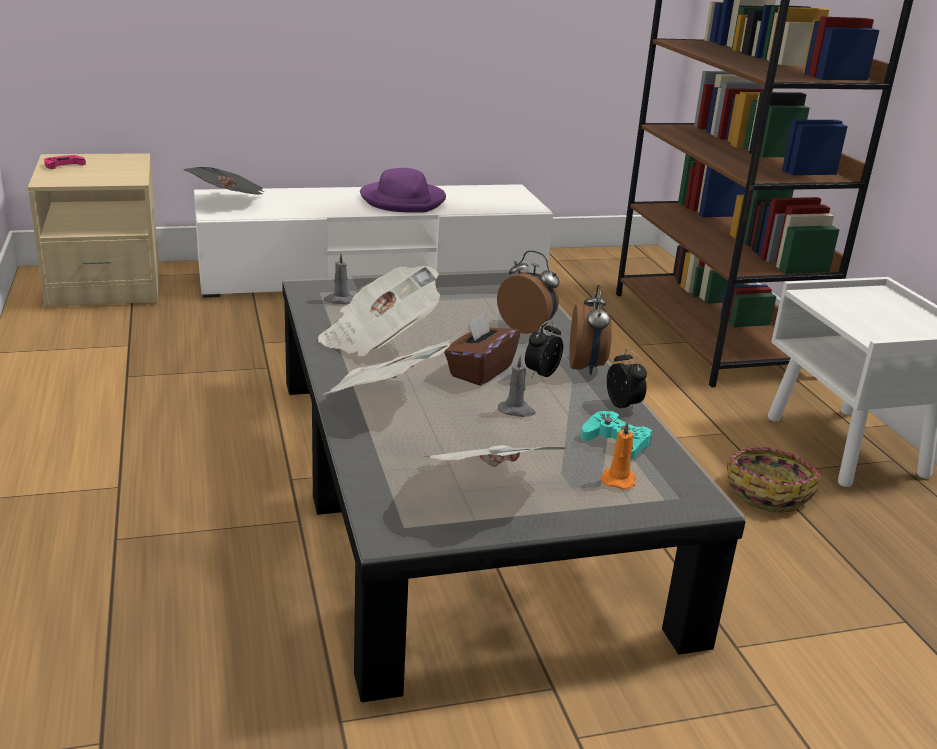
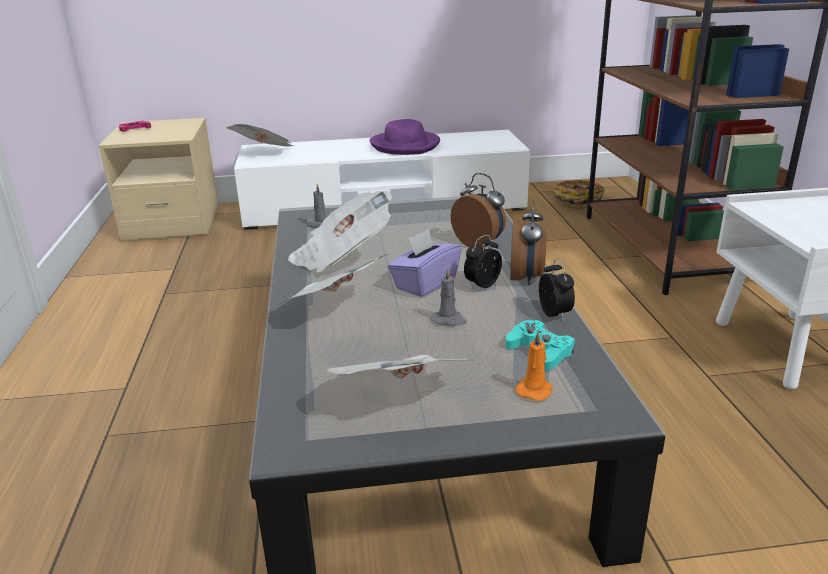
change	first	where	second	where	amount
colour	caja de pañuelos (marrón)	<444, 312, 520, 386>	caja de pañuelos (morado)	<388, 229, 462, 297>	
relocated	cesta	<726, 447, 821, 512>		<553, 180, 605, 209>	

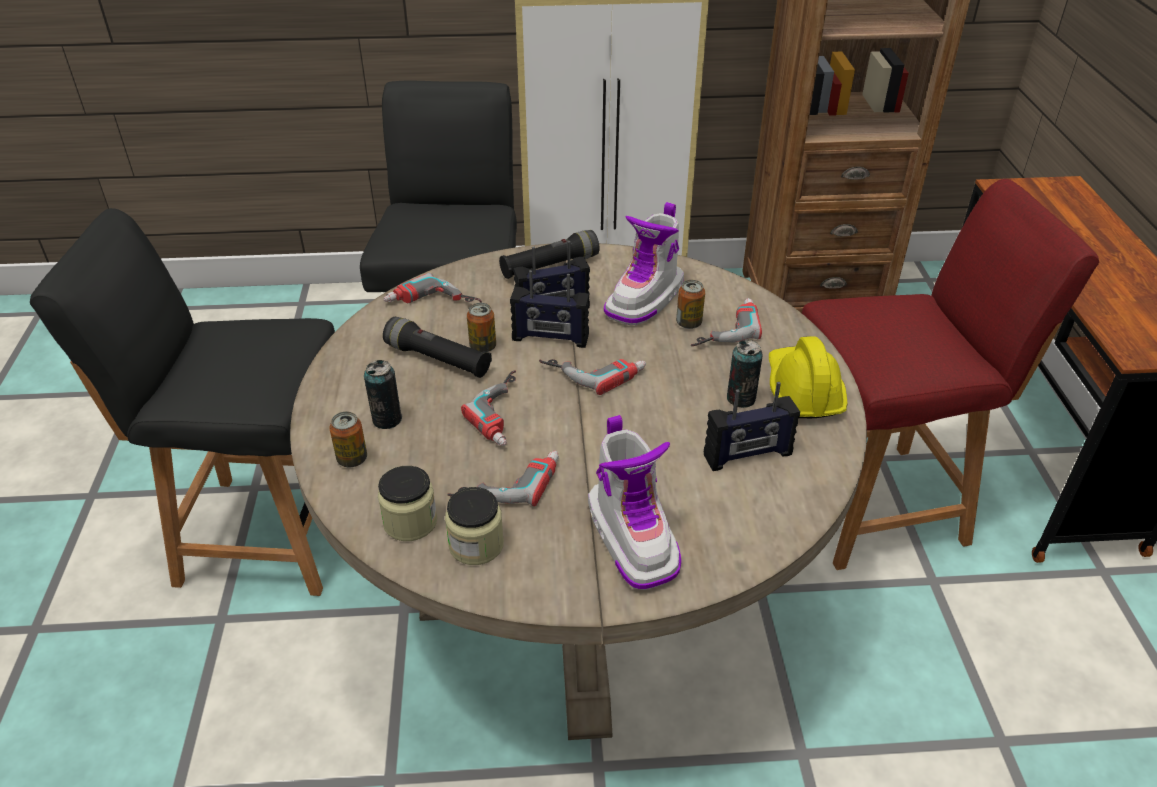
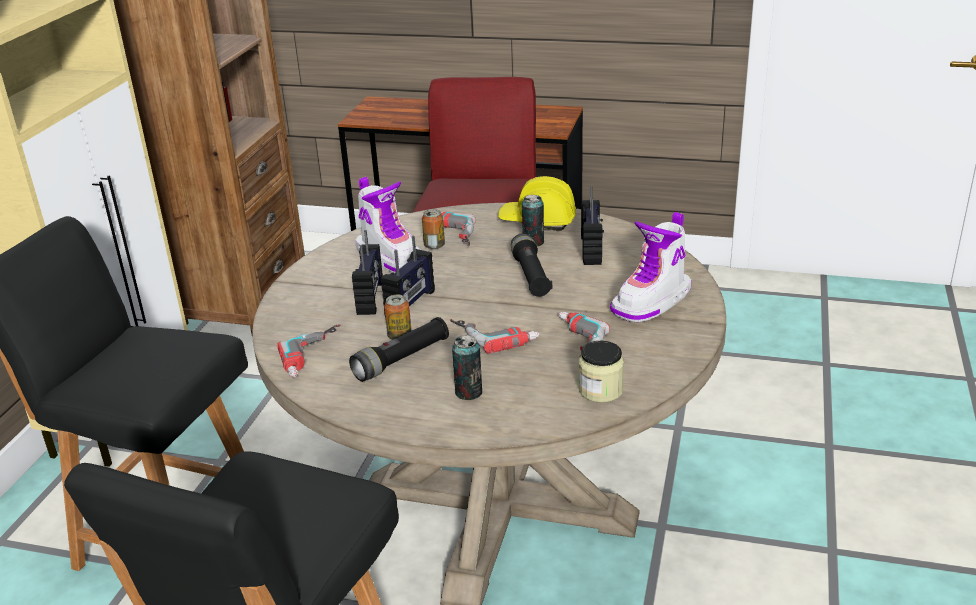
change	first	where	second	where	amount
missing	lata	<329, 412, 367, 468>			
missing	tarro	<445, 487, 504, 565>			
relocated	linterna (negro)	<499, 230, 600, 279>		<511, 233, 552, 297>	
missing	taladro	<539, 359, 646, 395>			
spun	bota	<588, 415, 681, 590>		<610, 212, 691, 322>	135 degrees clockwise

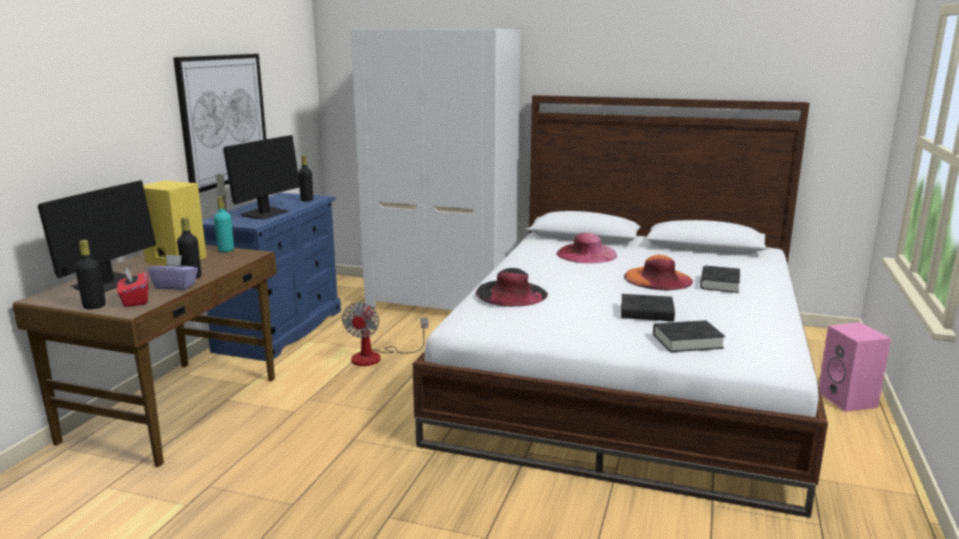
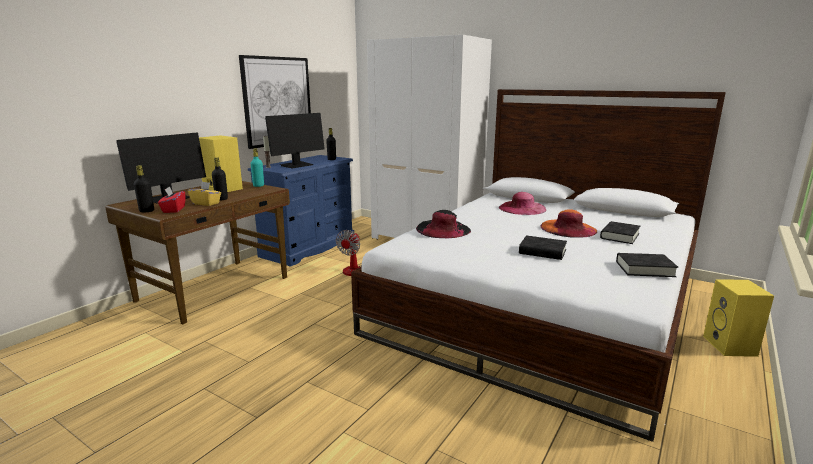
change	first	where	second	where	amount
colour	caja de pañuelos (morado)	<148, 254, 198, 290>	caja de pañuelos (amarillo)	<188, 182, 221, 206>	
relocated	libro (negro)	<653, 320, 725, 352>		<616, 253, 678, 277>	
colour	altavoz (rosa)	<819, 322, 891, 412>	altavoz (amarillo)	<703, 279, 774, 357>	

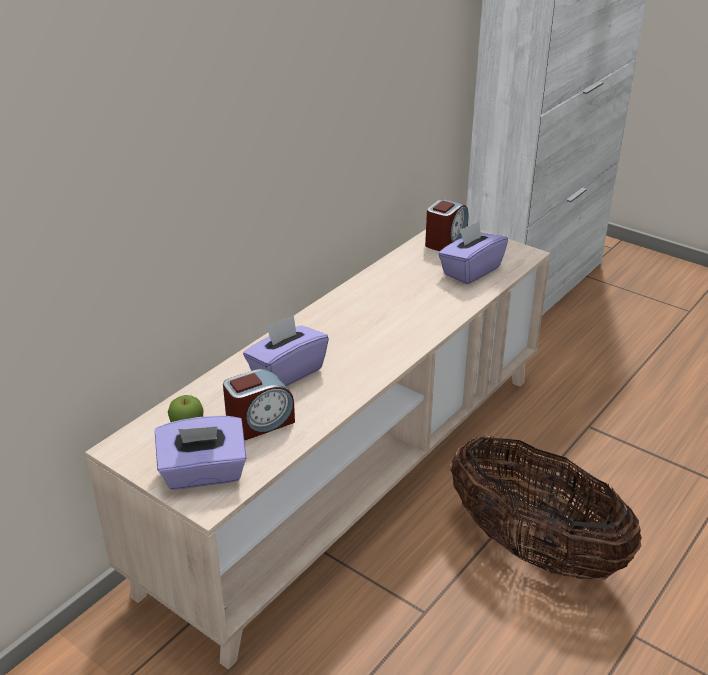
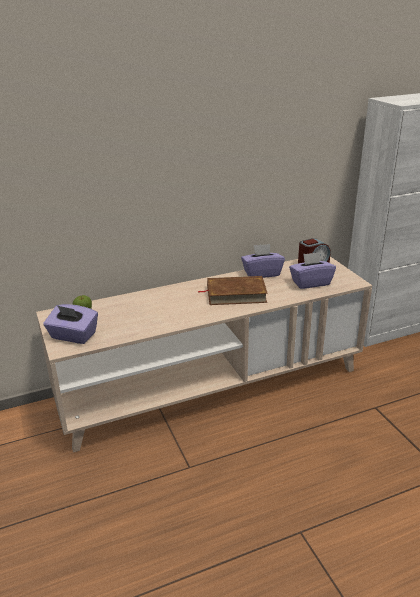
change	first	where	second	where	amount
missing	despertador	<223, 369, 295, 441>			
relocated	caja de pañuelos (morado)	<243, 315, 329, 386>		<241, 244, 285, 278>	
missing	cesta	<450, 435, 642, 580>			
appeared			libro (marrón)	<198, 276, 268, 305>	

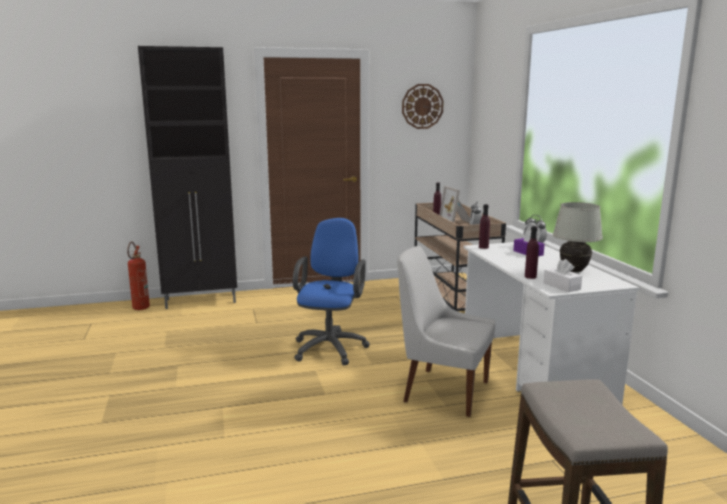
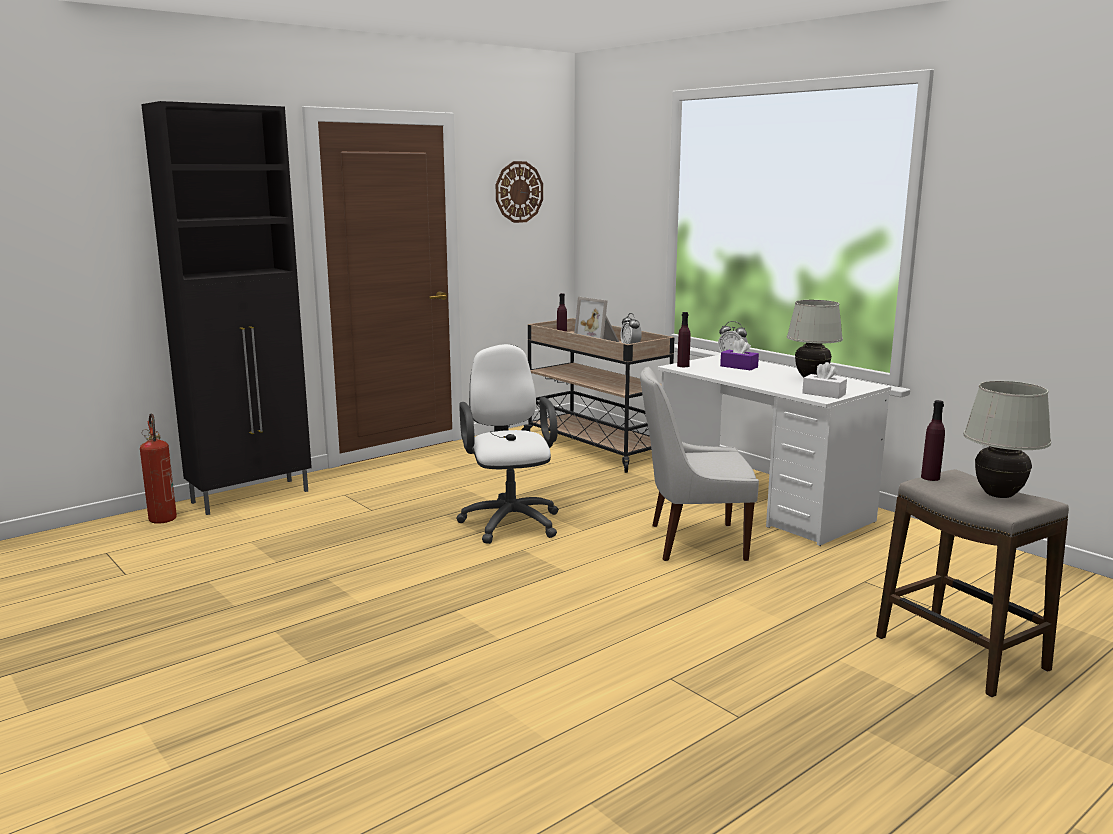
change	first	where	second	where	amount
colour	silla de oficina (azul)	<293, 218, 370, 366>	silla de oficina (blanco)	<456, 344, 559, 544>	
relocated	botella (morado)	<525, 226, 539, 279>		<921, 400, 945, 481>	
appeared			lámpara de mesa (blanco)	<963, 381, 1051, 498>	

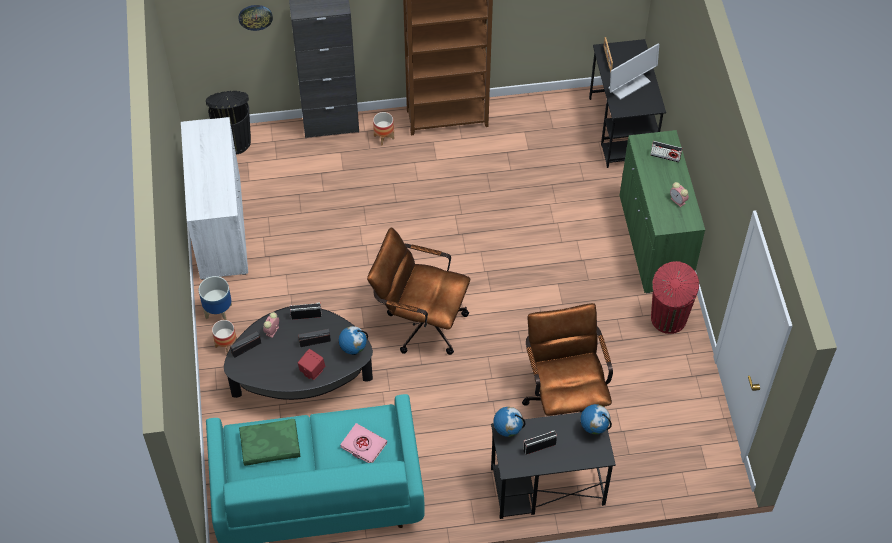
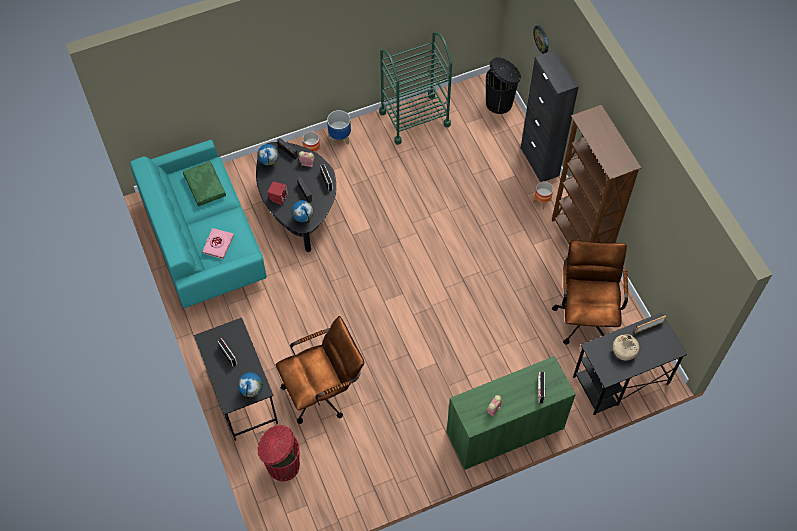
change	first	where	second	where	amount
exchanged	armario (blanco)	<181, 117, 248, 280>	carrito (verde)	<379, 32, 452, 145>	
relocated	silla de oficina (marrón)	<367, 227, 470, 355>		<552, 240, 628, 344>	
relocated	globo terráqueo	<493, 407, 526, 437>		<257, 144, 279, 167>	
exchanged	monitor	<608, 43, 659, 100>	botella (beis)	<613, 334, 639, 361>	
relocated	papelera (rojo)	<651, 261, 699, 334>		<257, 425, 300, 481>	

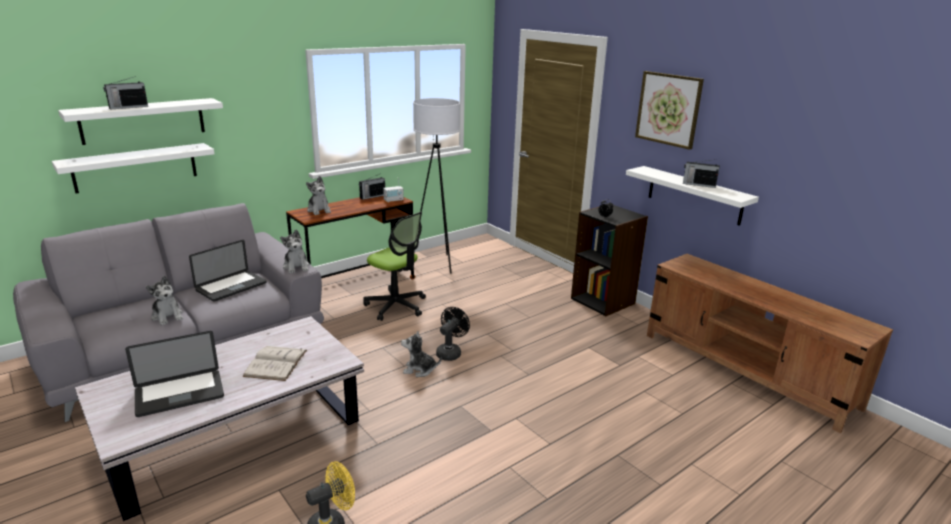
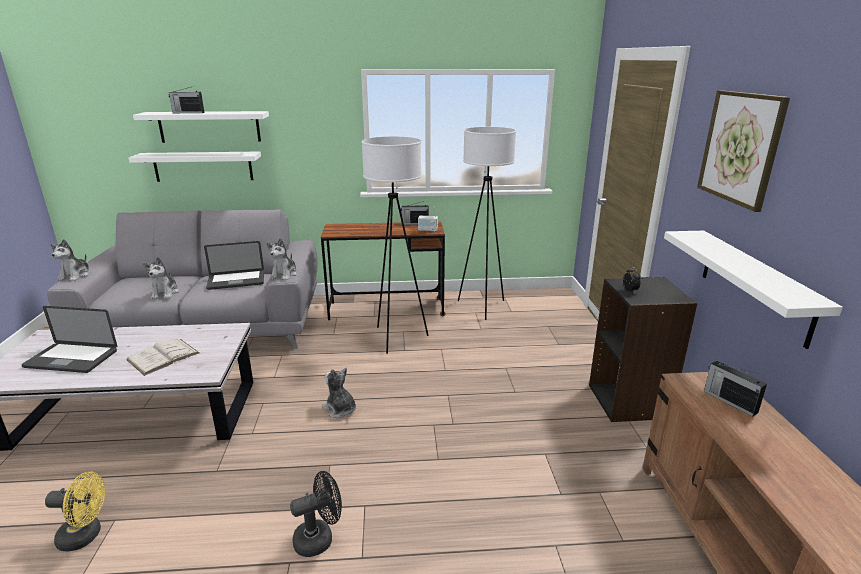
change	first	where	second	where	amount
relocated	peluche	<306, 176, 331, 215>		<51, 239, 90, 281>	
exchanged	silla de oficina	<363, 212, 426, 321>	lámpara de pie (blanco)	<361, 136, 429, 354>	
relocated	ventilador (negro)	<436, 307, 470, 361>		<290, 471, 342, 557>	
relocated	radio	<683, 160, 720, 188>		<704, 361, 767, 417>	

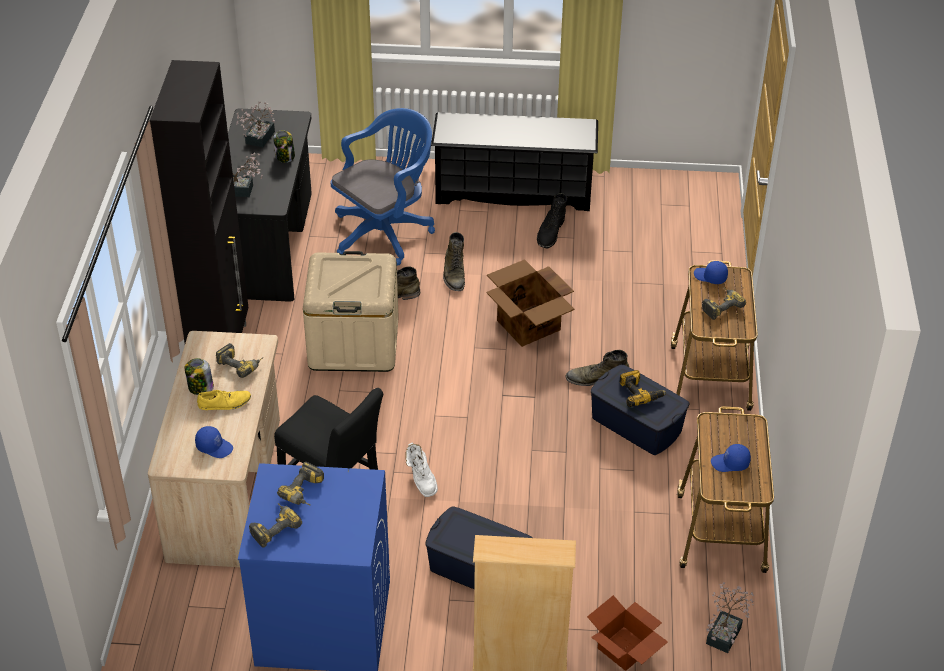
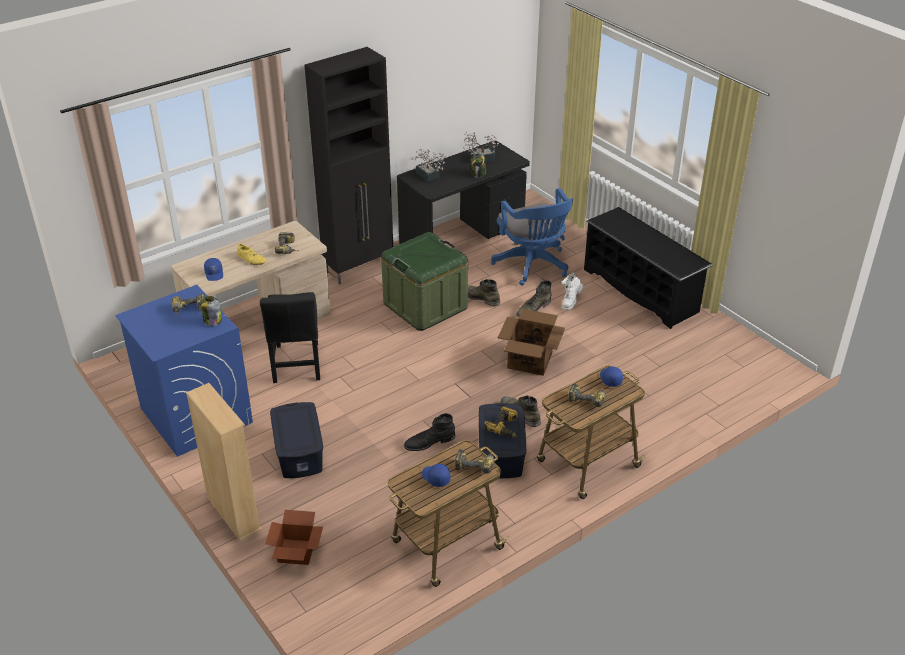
change	first	where	second	where	amount
relocated	tarro	<185, 358, 214, 395>		<201, 296, 222, 326>	
relocated	taladro	<249, 503, 302, 548>		<455, 449, 494, 474>	
colour	caja de almacenaje (beis)	<303, 251, 399, 372>	caja de almacenaje (verde)	<381, 232, 468, 331>	
spun	silla de oficina (azul)	<331, 108, 435, 266>		<490, 188, 573, 286>	60 degrees clockwise
relocated	bota (blanco)	<405, 442, 438, 497>		<561, 273, 583, 310>	
relocated	bota (negro)	<537, 193, 567, 248>		<404, 413, 455, 451>	
missing	planta en maceta	<706, 582, 754, 653>			

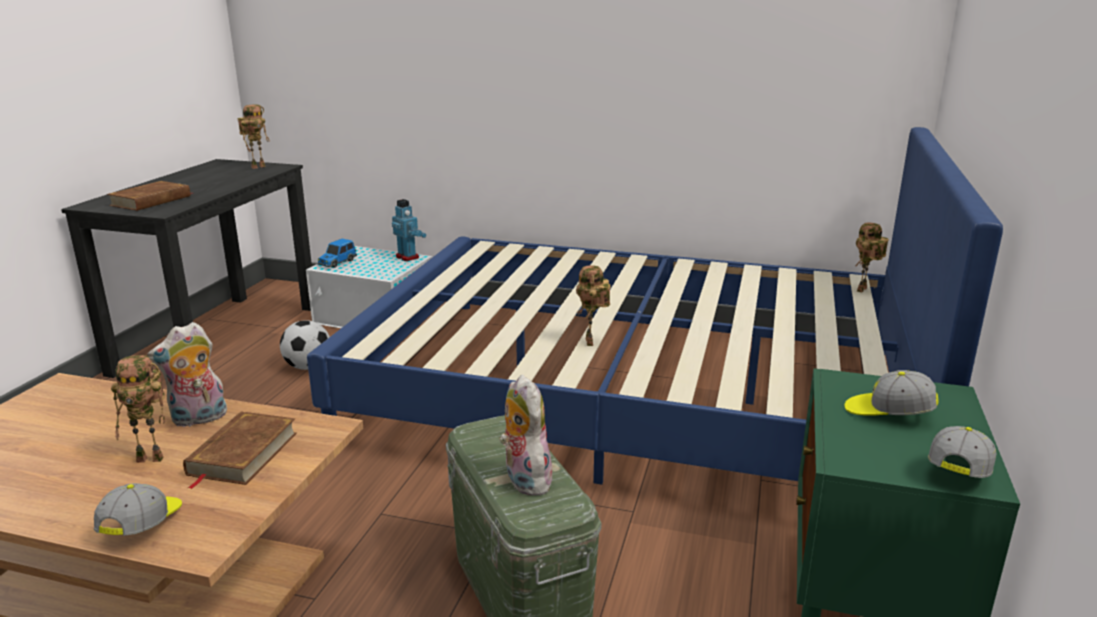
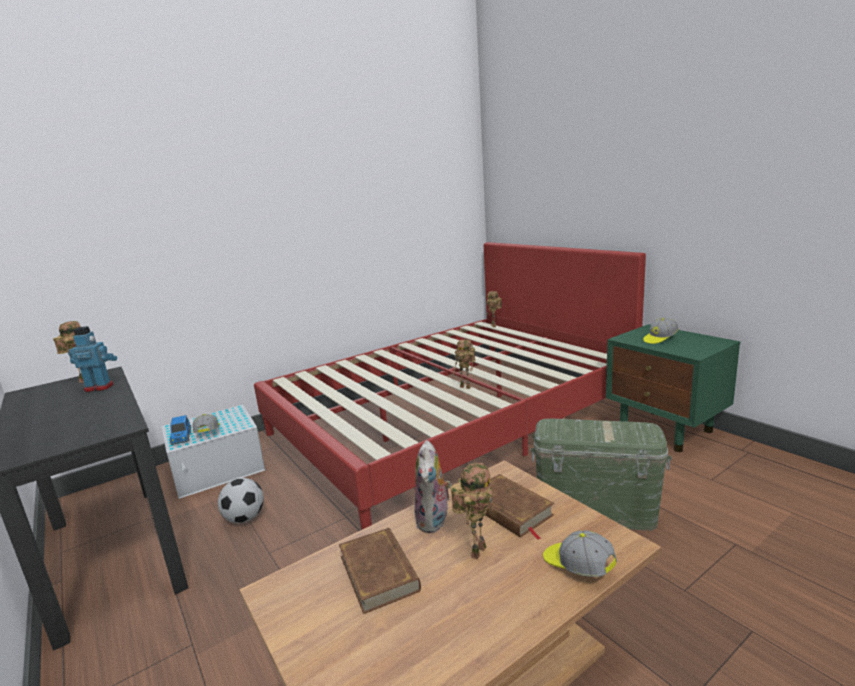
change	first	where	second	where	amount
relocated	libro (marrón)	<107, 181, 192, 211>		<339, 528, 421, 614>	
colour	cama (azul)	<307, 127, 1003, 485>	cama (rojo)	<254, 242, 646, 530>	
relocated	robot de juguete	<392, 199, 426, 261>		<68, 326, 117, 392>	
missing	peluche	<499, 375, 552, 496>			
relocated	gorra	<928, 426, 996, 478>		<193, 414, 220, 433>	

